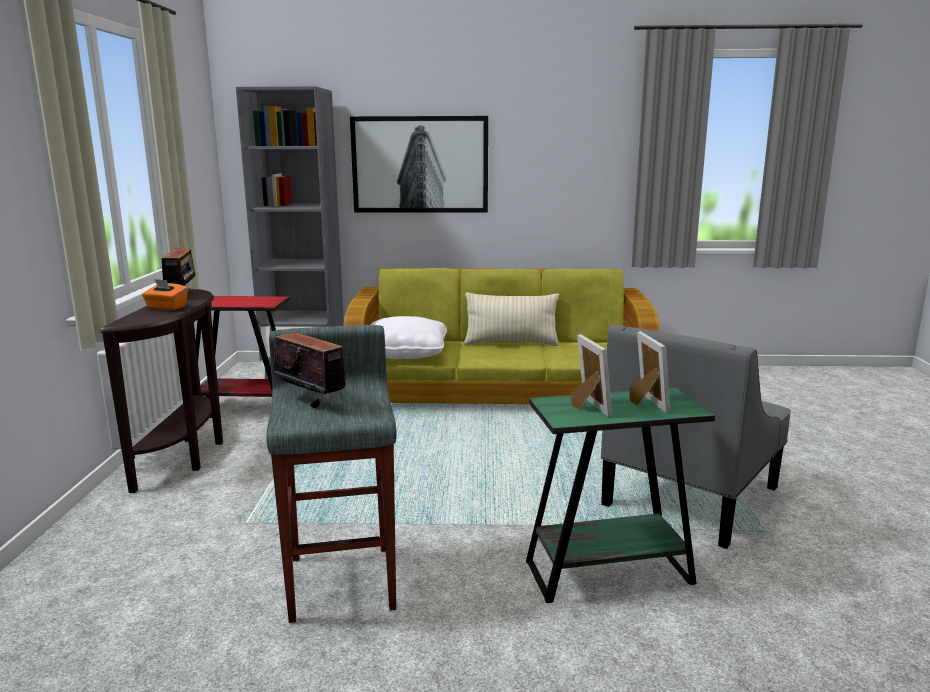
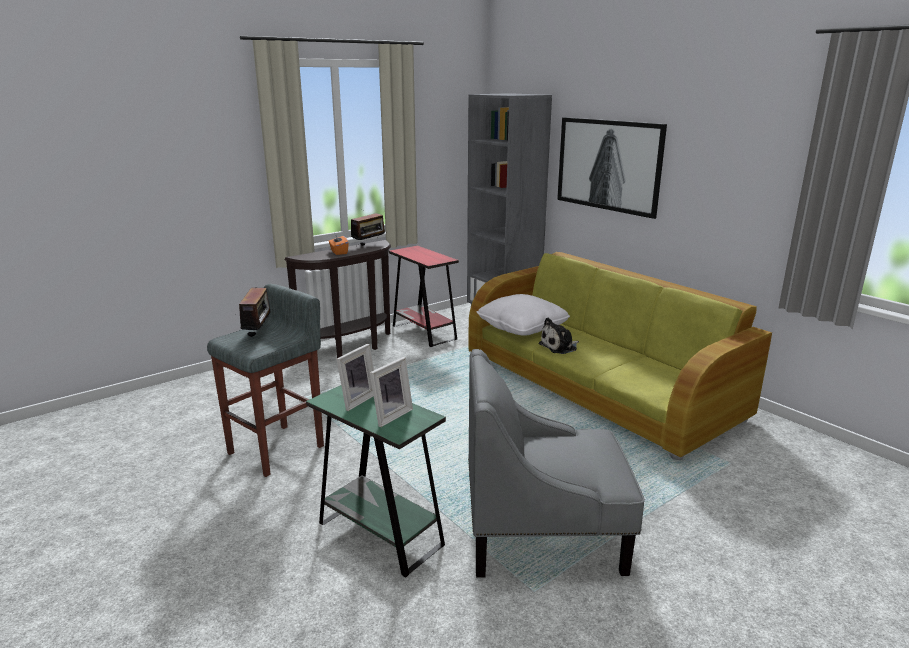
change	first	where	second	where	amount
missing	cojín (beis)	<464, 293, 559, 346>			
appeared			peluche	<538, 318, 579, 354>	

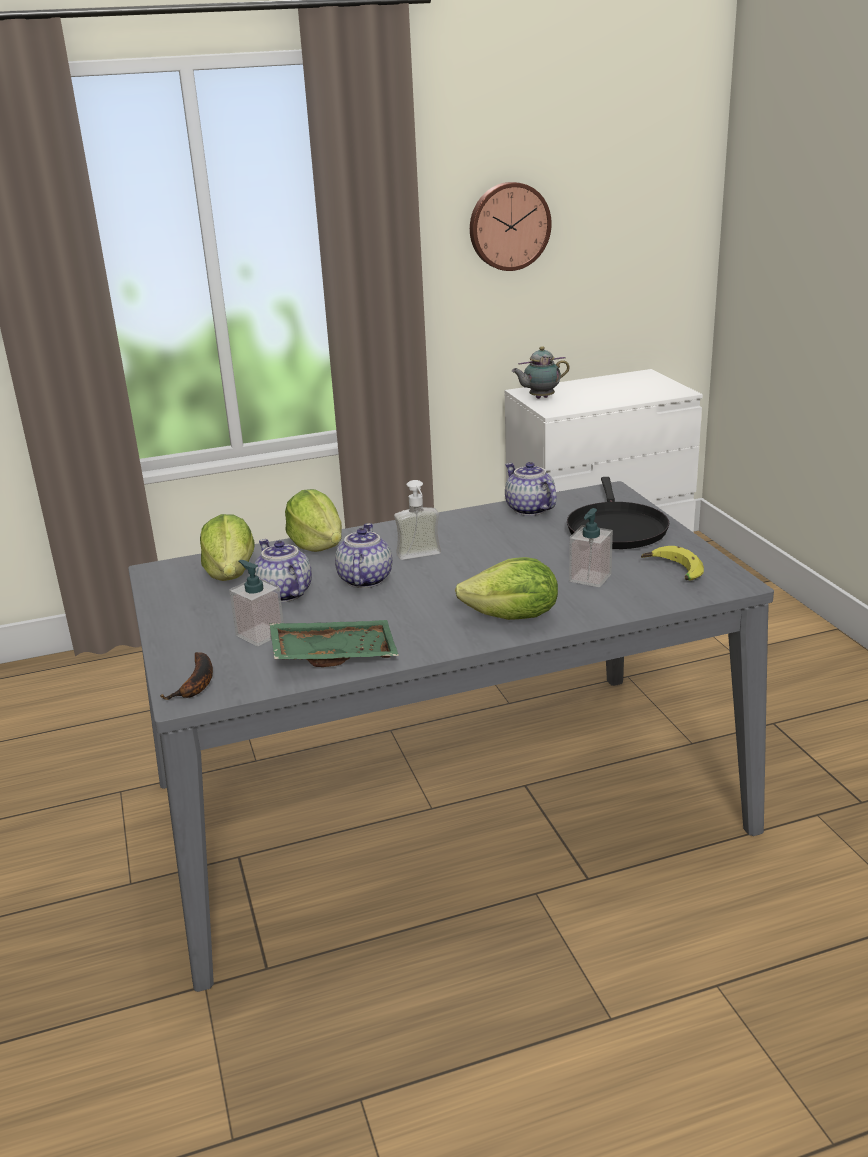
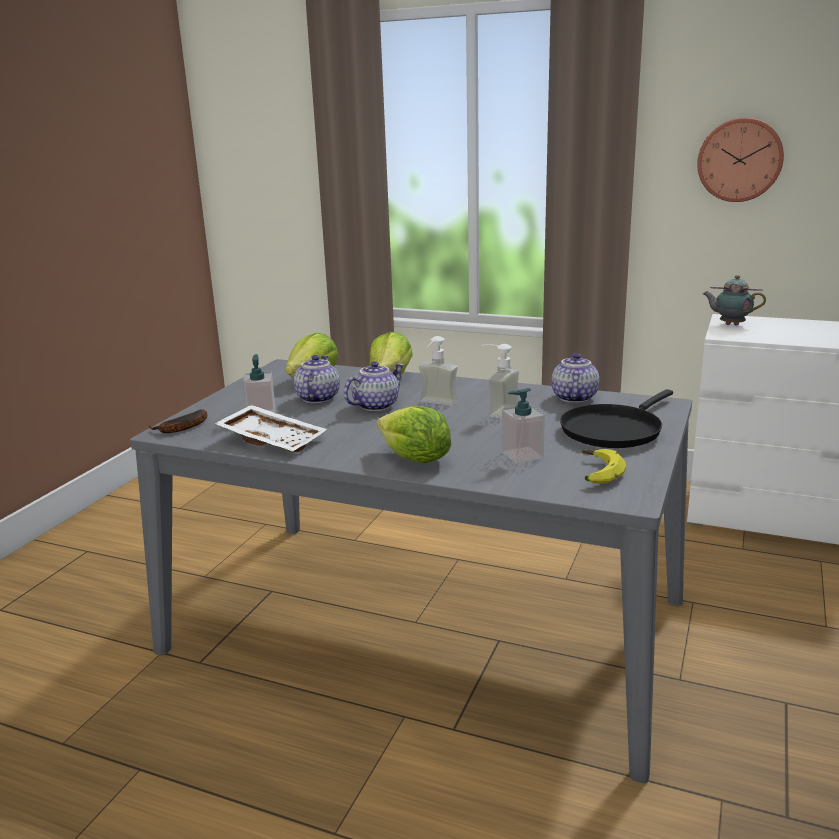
change	first	where	second	where	amount
colour	bandeja (verde)	<270, 620, 399, 667>	bandeja (blanco)	<215, 405, 327, 453>	
appeared			dispensador de jabón	<482, 344, 519, 419>	

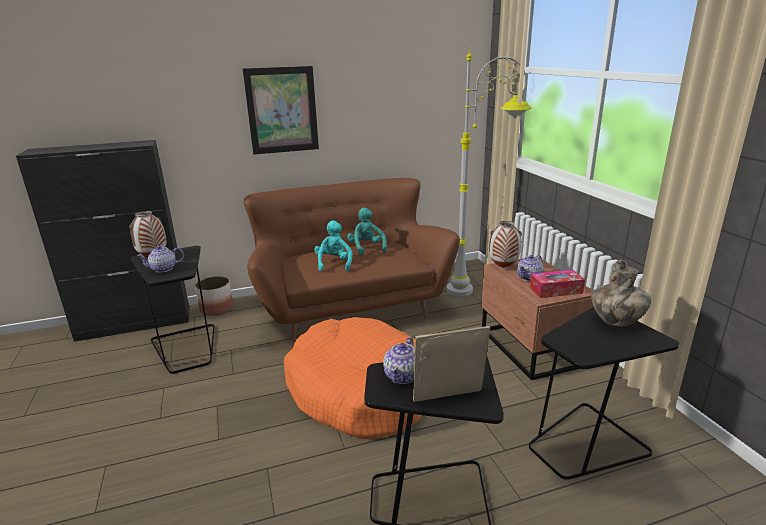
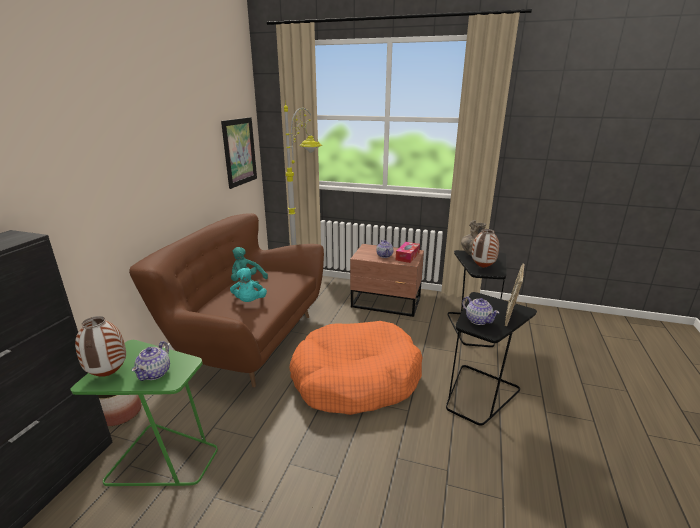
change	first	where	second	where	amount
colour	mesa auxiliar (negro)	<130, 246, 215, 374>	mesa auxiliar (verde)	<70, 340, 218, 486>	
relocated	cuadro	<243, 66, 319, 154>		<221, 117, 257, 189>	
spun	peluche (turquesa)	<314, 220, 352, 271>		<230, 268, 267, 302>	135 degrees counterclockwise
relocated	florero	<489, 221, 522, 268>		<472, 229, 499, 268>	

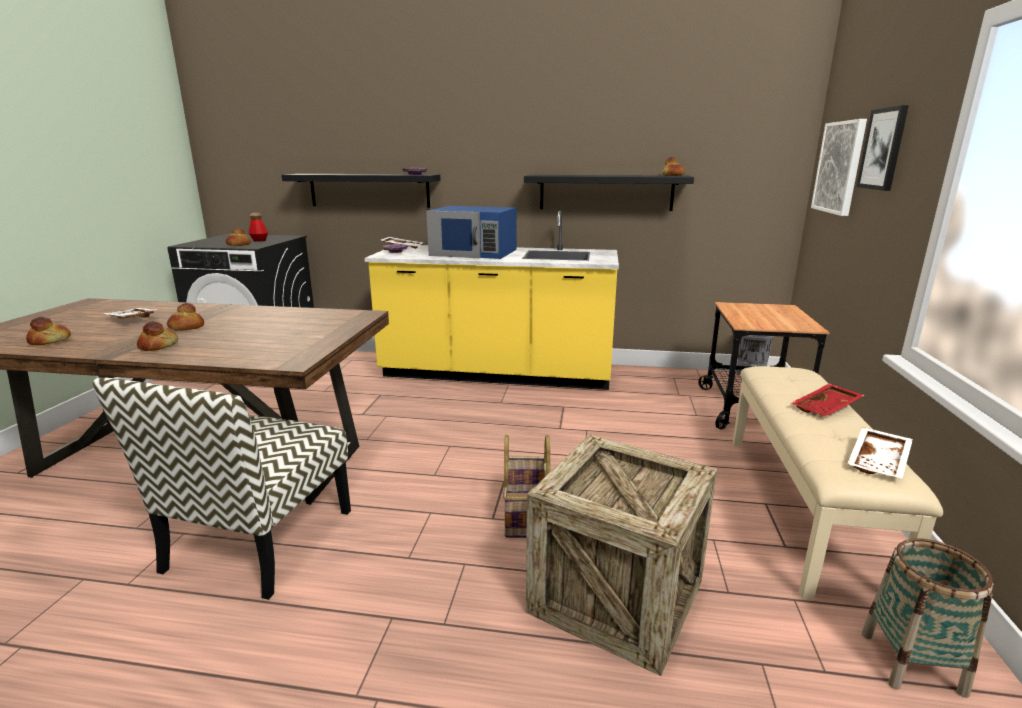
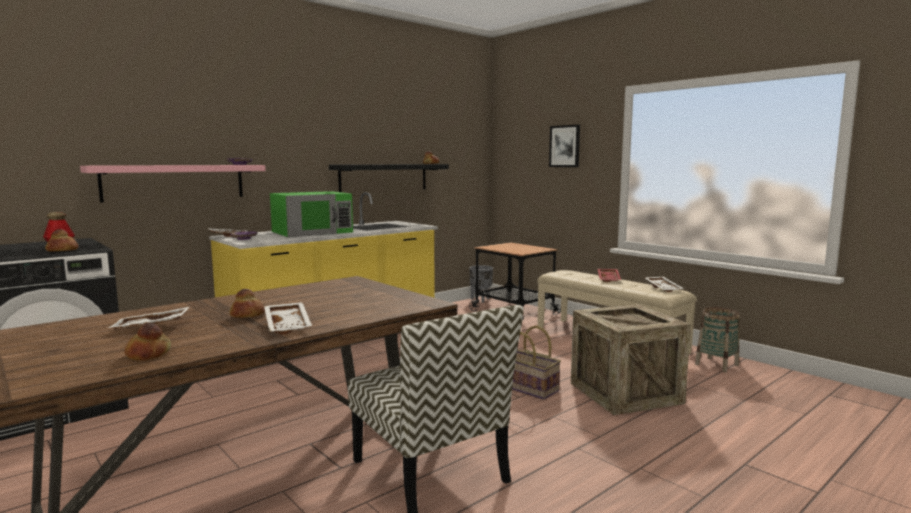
change	first	where	second	where	amount
exchanged	pan	<137, 321, 178, 351>	bandeja (blanco)	<264, 302, 312, 335>	
colour	estante (negro)	<282, 174, 441, 208>	estante (rosa)	<80, 165, 266, 203>	
colour	microondas (azul)	<426, 206, 517, 259>	microondas (verde)	<270, 191, 353, 237>	
missing	cuadro	<811, 119, 867, 216>			

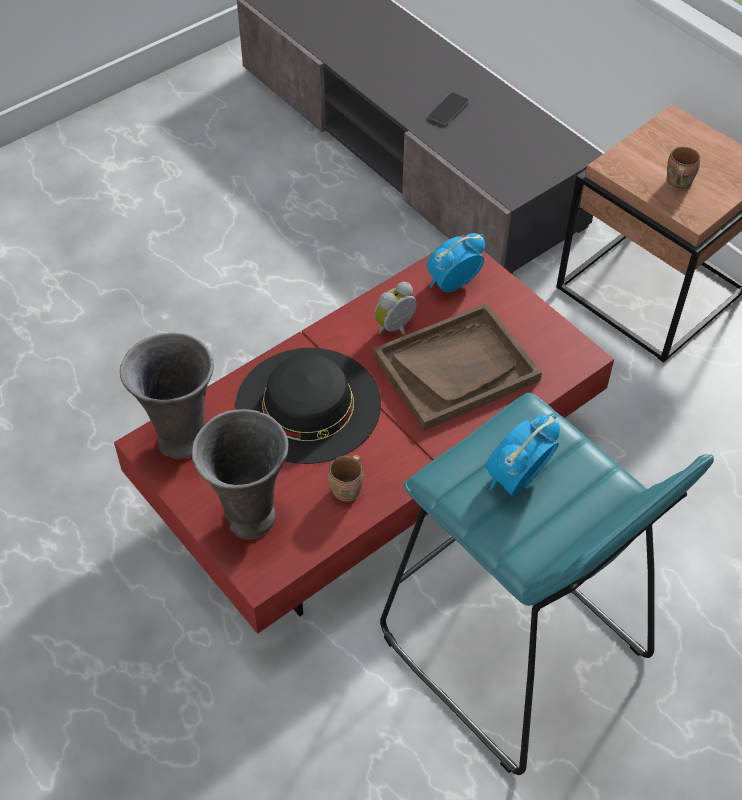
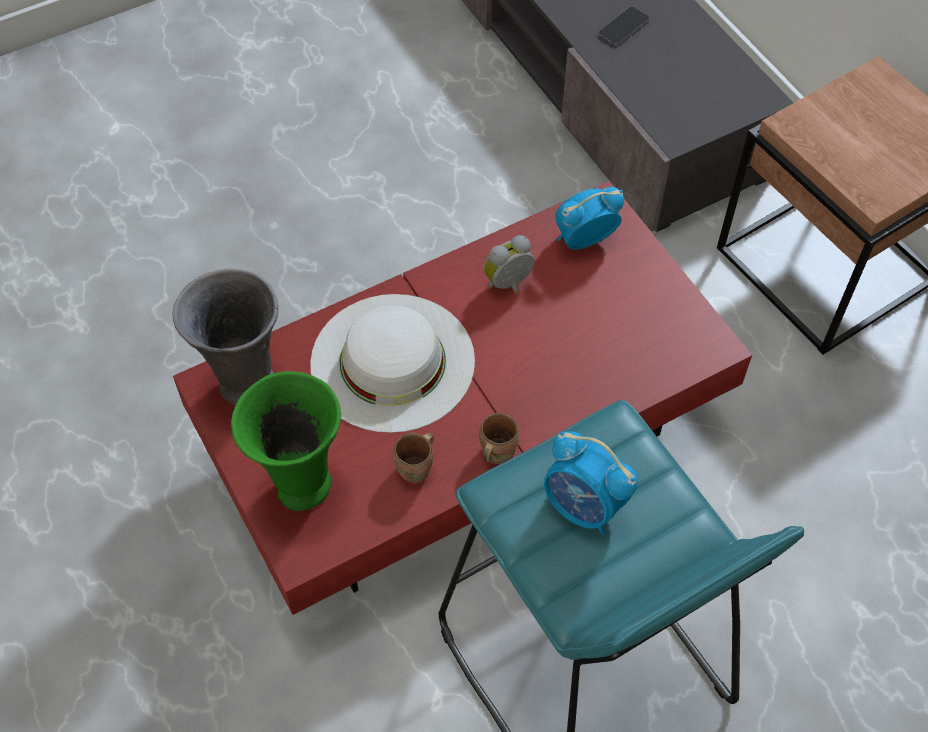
change	first	where	second	where	amount
colour	florero (gris)	<192, 409, 288, 539>	florero (verde)	<231, 371, 341, 511>	
colour	sombrero (negro)	<235, 348, 381, 464>	sombrero (blanco)	<310, 294, 475, 433>	
missing	bandeja (marrón)	<373, 303, 542, 431>			
spun	despertador	<485, 415, 560, 496>		<544, 431, 638, 535>	105 degrees counterclockwise
relocated	taza grande (marrón)	<667, 147, 700, 191>		<479, 413, 520, 464>	

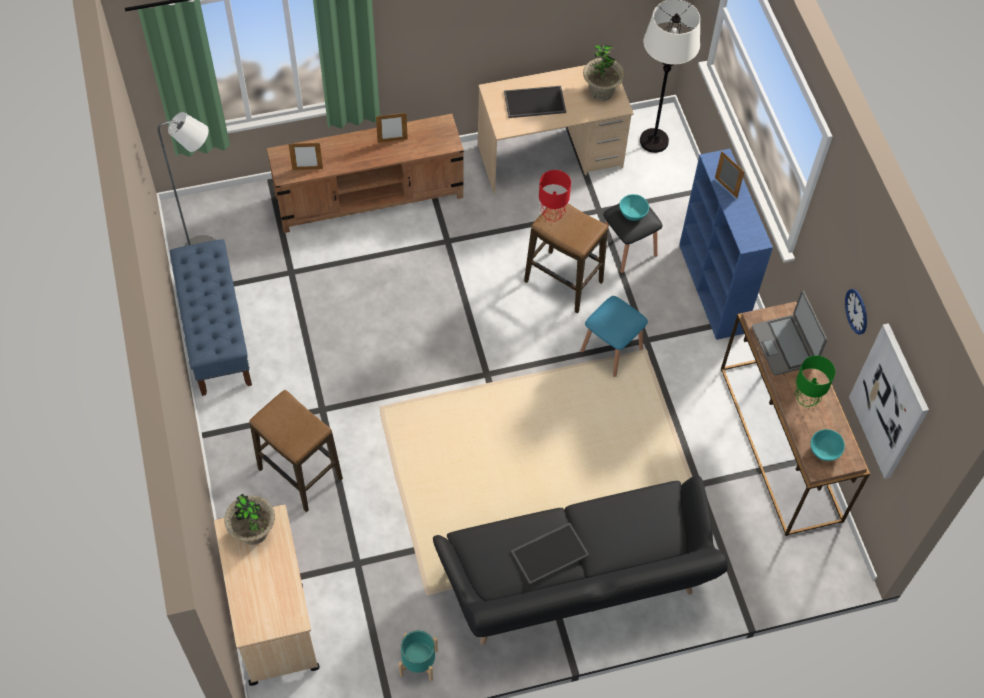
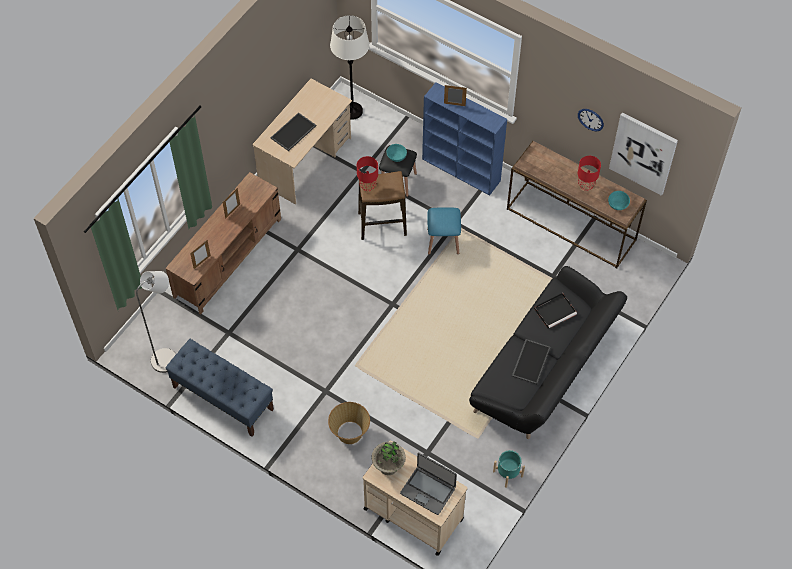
change	first	where	second	where	amount
exchanged	taburete	<249, 390, 343, 512>	cesta	<328, 402, 370, 444>	
missing	planta en maceta	<583, 45, 625, 101>			
relocated	portátil	<752, 290, 827, 376>		<400, 453, 457, 515>	
colour	lámpara de mesa (verde)	<795, 356, 835, 407>	lámpara de mesa (rojo)	<578, 156, 601, 191>	
appeared			bandeja (negro)	<534, 293, 577, 329>	

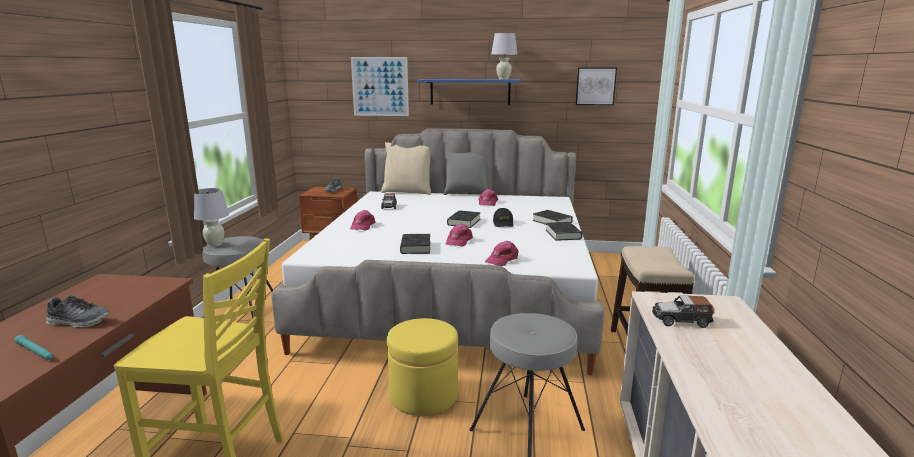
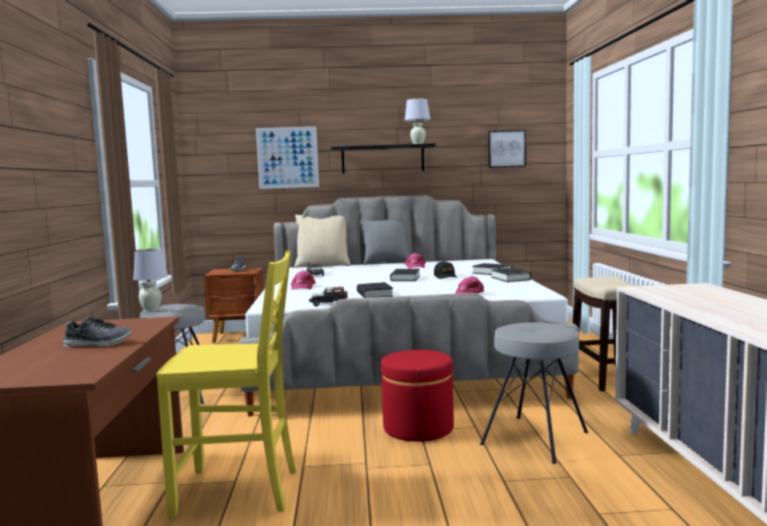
change	first	where	second	where	amount
missing	linterna (turquesa)	<14, 335, 54, 360>			
colour	puf (amarillo)	<387, 318, 458, 416>	puf (rojo)	<381, 350, 454, 441>	
colour	estante (azul)	<417, 79, 520, 105>	estante (negro)	<331, 143, 436, 174>	
missing	gorra (rosa)	<446, 223, 473, 247>			
relocated	coche de juguete	<652, 296, 714, 328>		<309, 287, 348, 307>	

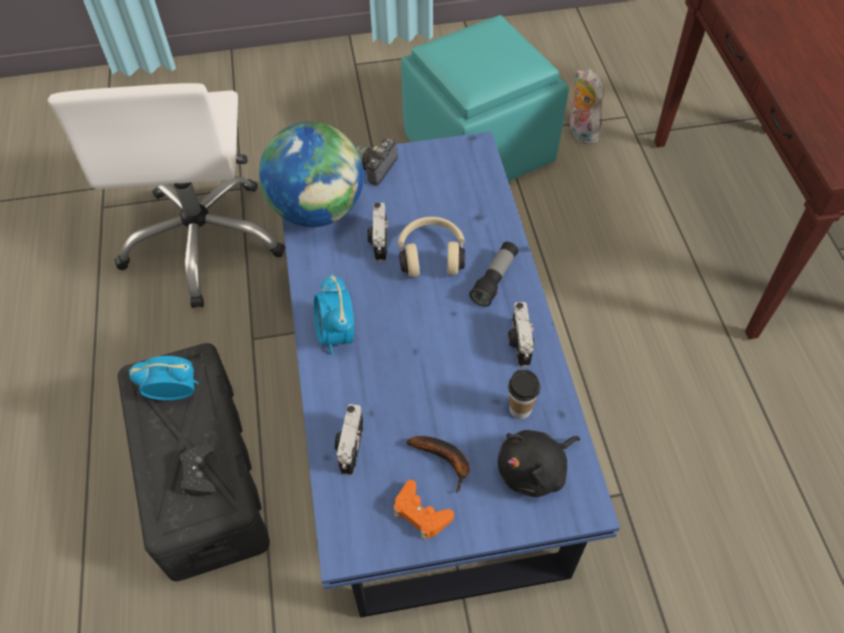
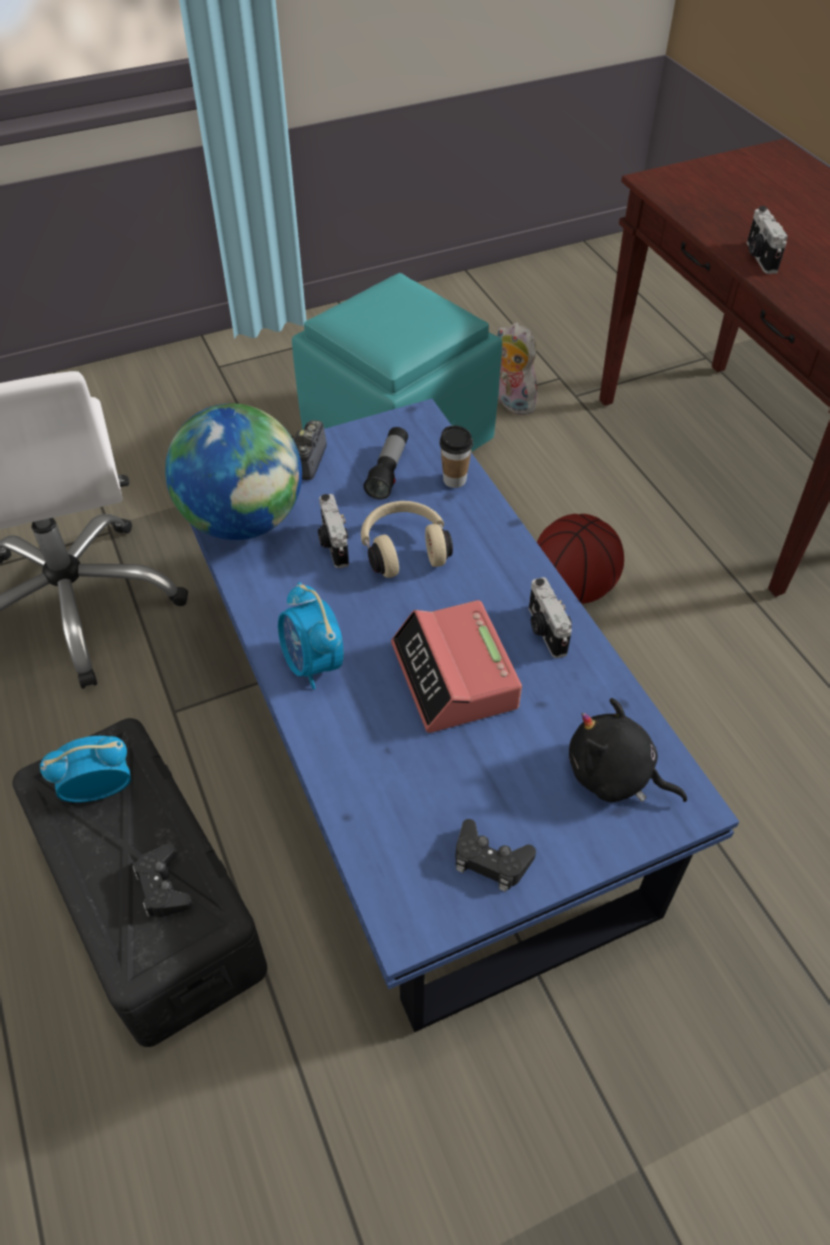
change	first	where	second	where	amount
relocated	cámara	<335, 404, 363, 476>		<747, 206, 788, 274>	
colour	mando de consola (naranja)	<394, 480, 454, 540>	mando de consola (negro)	<455, 819, 536, 892>	
missing	plátano	<406, 436, 470, 493>			
relocated	linterna	<469, 242, 518, 307>		<364, 427, 408, 499>	
spun	peluche (negro)	<498, 430, 580, 497>		<569, 698, 687, 802>	75 degrees clockwise
relocated	taza	<508, 369, 541, 419>		<439, 425, 473, 488>	
appeared			despertador	<391, 600, 522, 733>	
appeared			balón de baloncesto	<537, 514, 624, 604>	

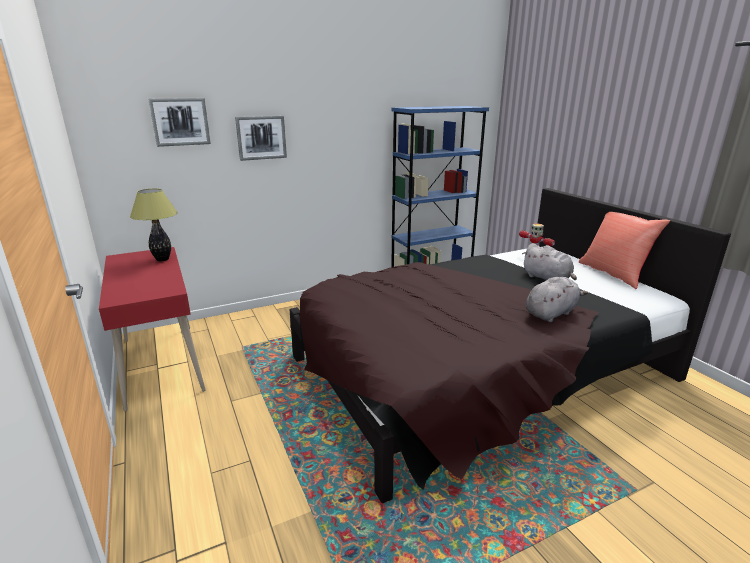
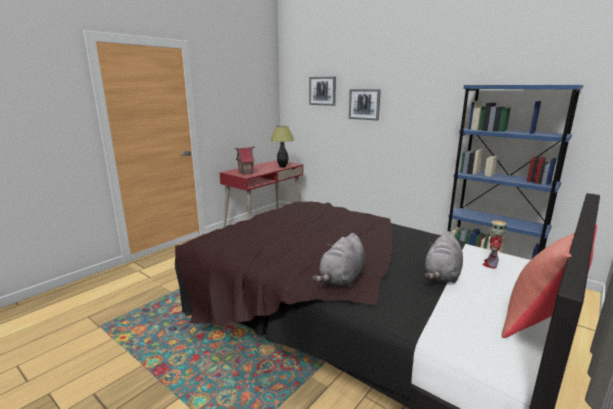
change	first	where	second	where	amount
spun	peluche (gris)	<526, 277, 588, 322>		<312, 233, 366, 287>	90 degrees clockwise
appeared			casita	<234, 146, 255, 174>	

